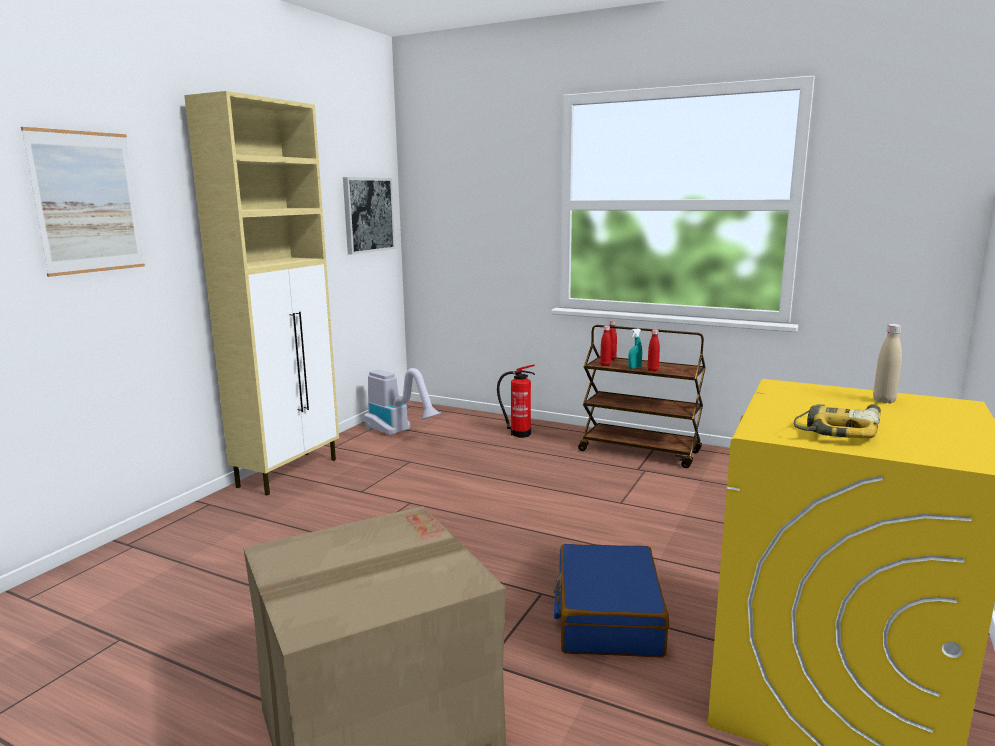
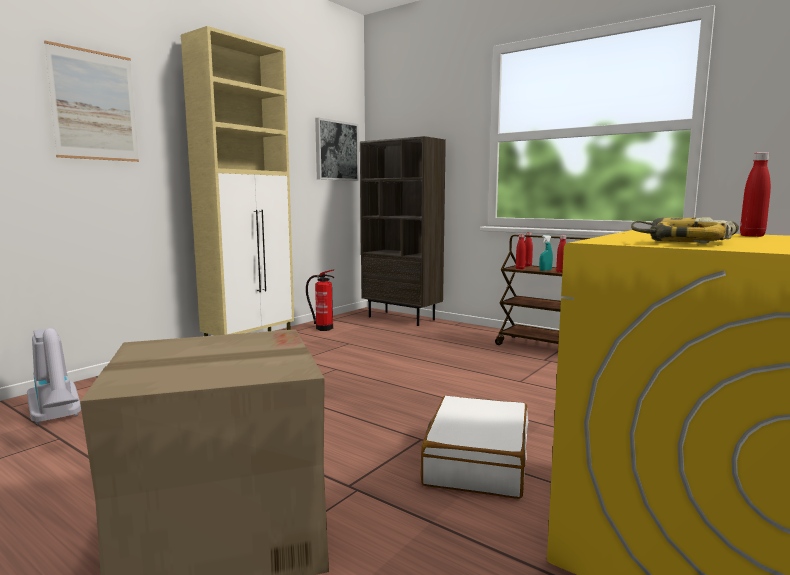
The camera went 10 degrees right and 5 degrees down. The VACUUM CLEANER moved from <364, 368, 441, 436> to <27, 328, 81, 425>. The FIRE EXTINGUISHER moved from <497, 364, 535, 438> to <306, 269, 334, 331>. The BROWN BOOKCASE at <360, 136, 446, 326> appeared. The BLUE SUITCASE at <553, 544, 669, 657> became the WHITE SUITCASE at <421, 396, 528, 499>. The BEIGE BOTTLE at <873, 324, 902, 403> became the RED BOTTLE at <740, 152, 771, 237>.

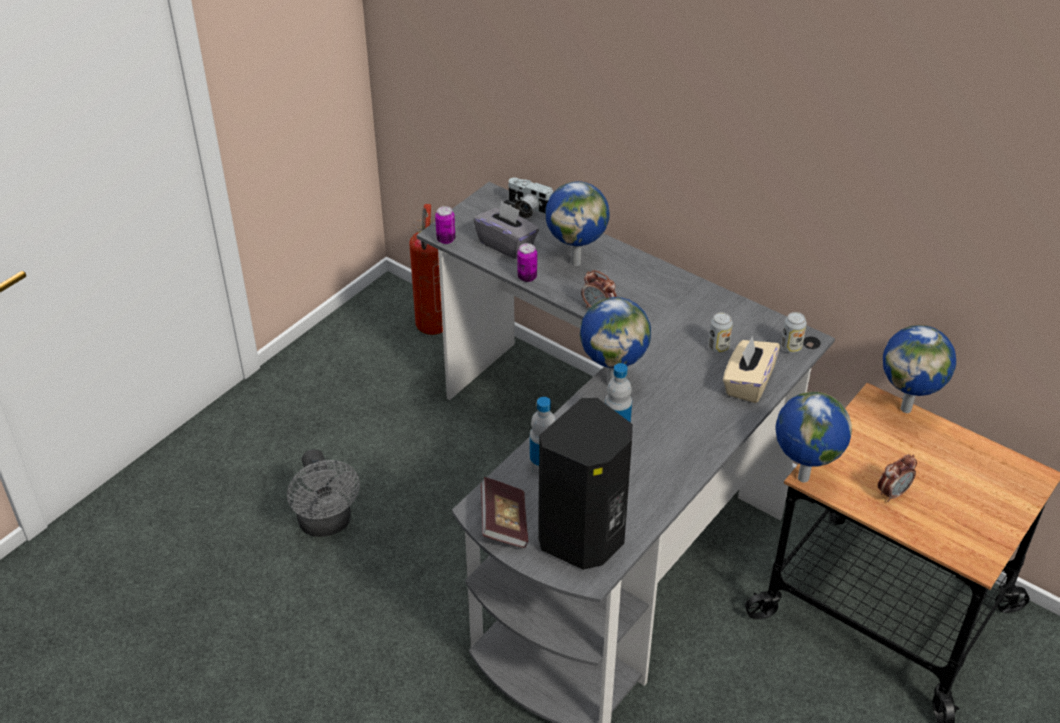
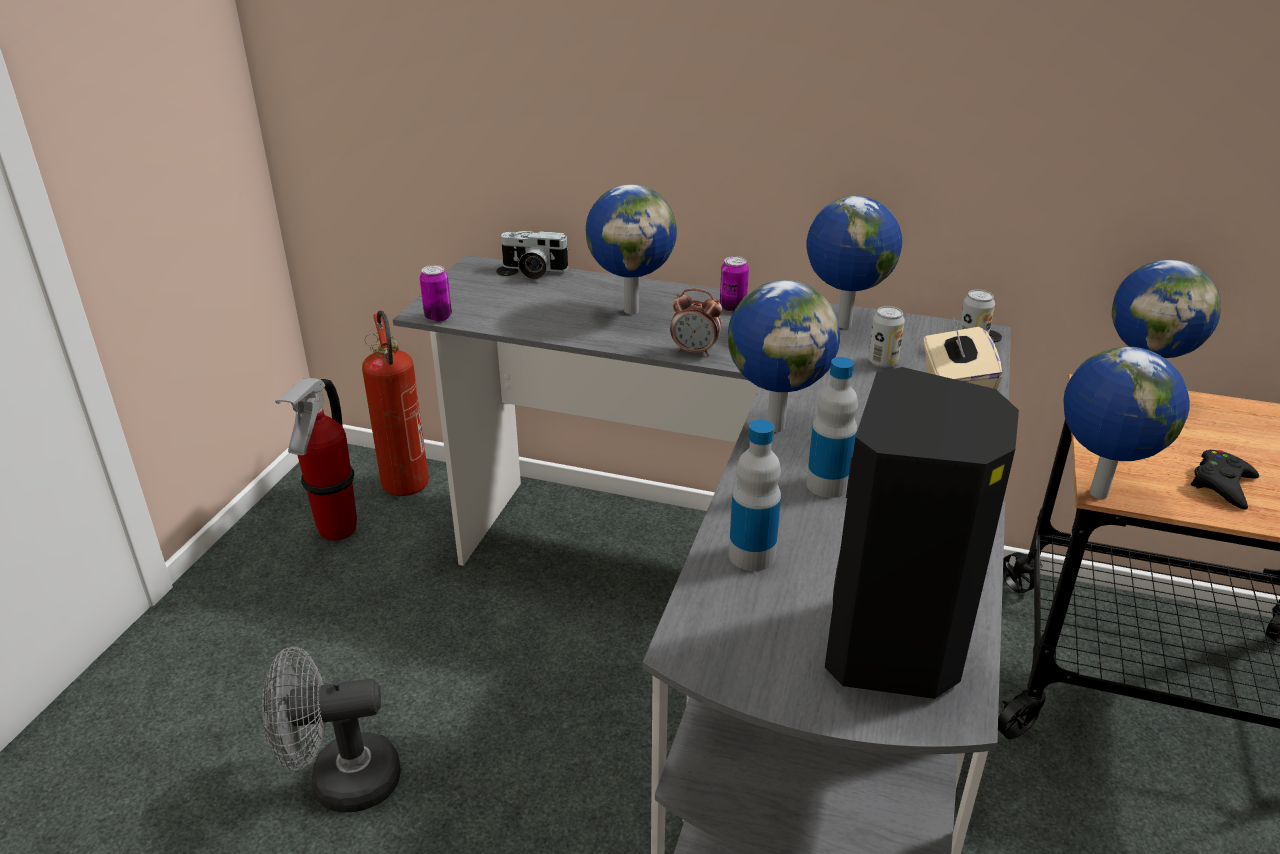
The camera went 20 degrees left and 10 degrees down. The GREY FAN at <287, 449, 360, 537> turned 120 degrees clockwise. The FIRE EXTINGUISHER at <275, 378, 357, 541> appeared. The CAN moved from <517, 243, 537, 282> to <720, 256, 749, 312>. The GLOBE at <807, 196, 902, 329> appeared. The ALARM CLOCK at <878, 454, 917, 502> was replaced by the BLACK GAME CONTROLLER at <1191, 450, 1259, 509>. The GREY TISSUE BOX at <473, 201, 539, 259> disappeared. The BOOK at <481, 477, 528, 548> disappeared.

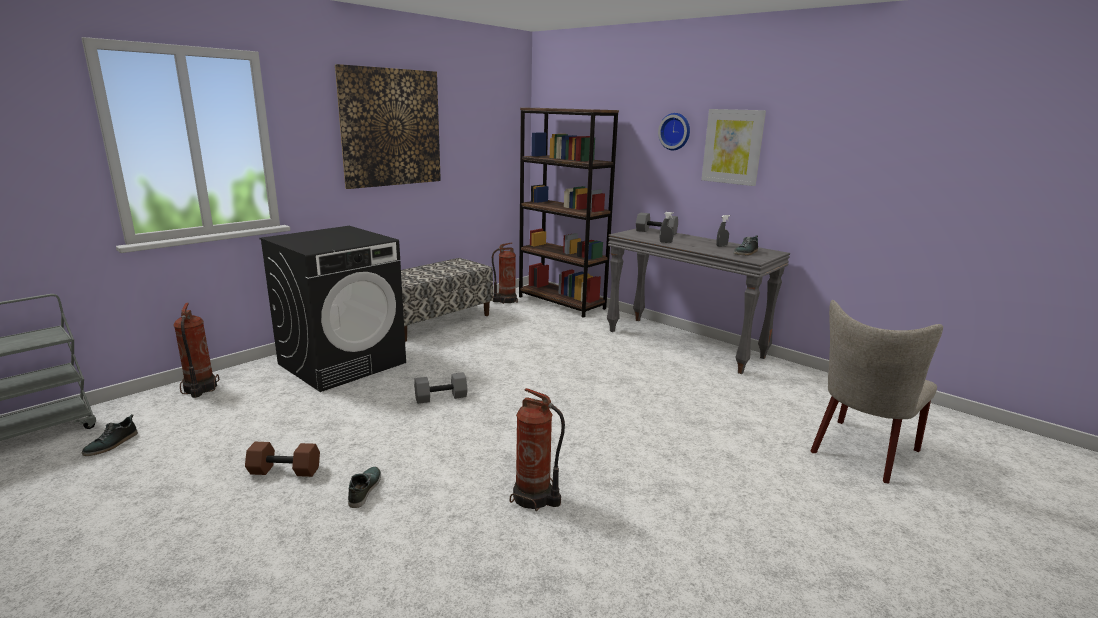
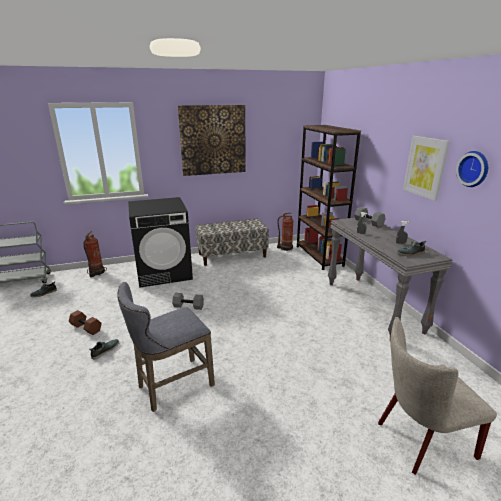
The camera went 30 degrees right and 5 degrees up. The FIRE EXTINGUISHER at <510, 388, 565, 511> was replaced by the GREY STOOL at <117, 282, 215, 412>. The WALL CLOCK moved from <658, 113, 690, 150> to <456, 151, 488, 187>.

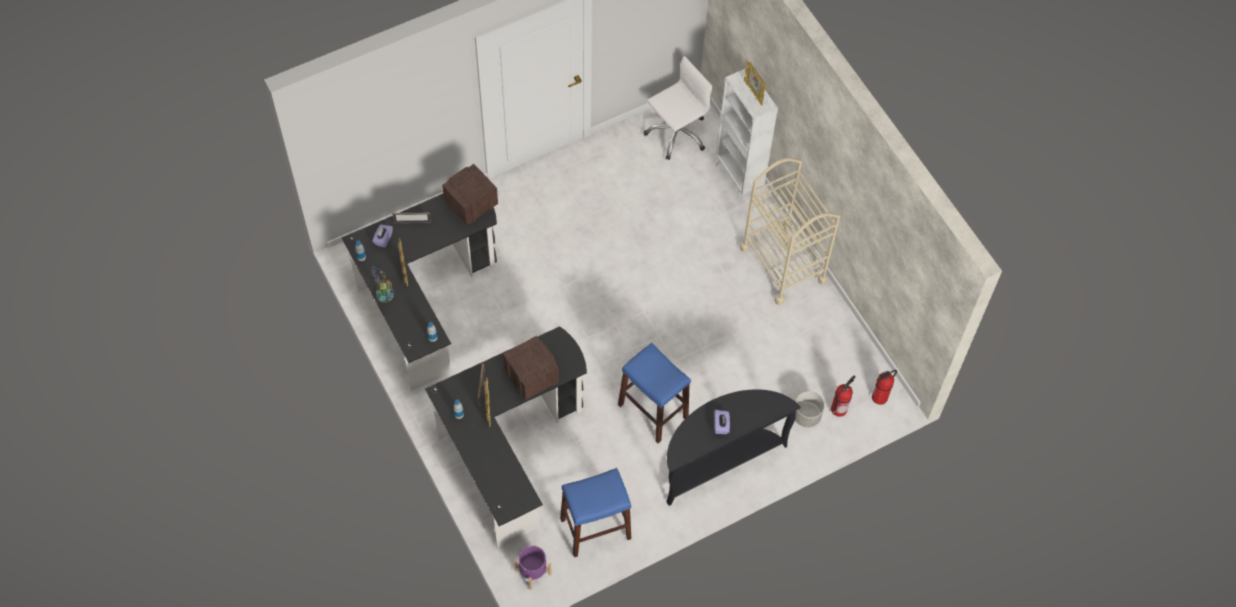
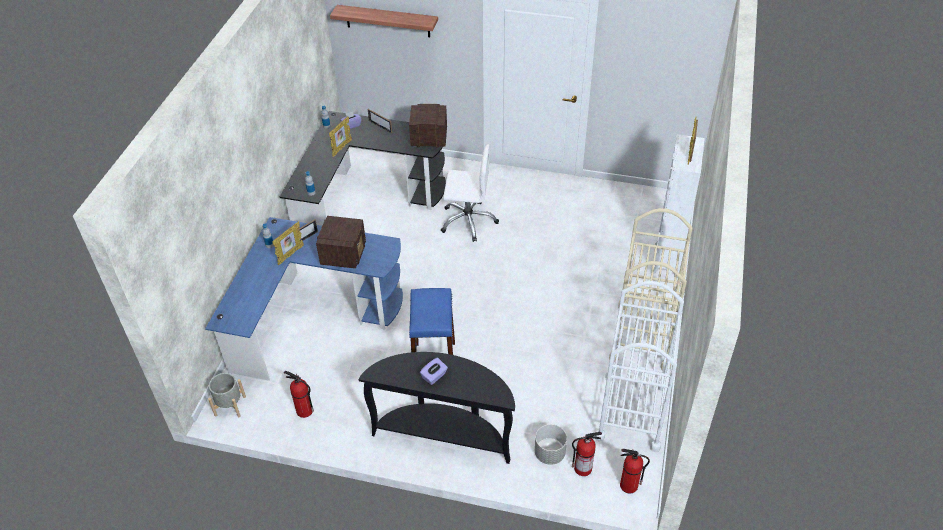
The camera went 45 degrees right and 15 degrees down. The BLACK DESK at <425, 326, 587, 548> became the BLUE DESK at <205, 217, 403, 381>. The PURPLE PLANTER at <514, 545, 552, 590> became the GREY PLANTER at <208, 373, 246, 417>. The BLUE STOOL at <560, 468, 631, 557> was replaced by the FIRE EXTINGUISHER at <284, 371, 314, 418>. The SHELF at <330, 5, 438, 37> appeared. The WHITE OFFICE CHAIR moved from <644, 56, 713, 160> to <441, 144, 499, 242>. The WHITE CART at <595, 281, 684, 452> appeared. The TABLE LAMP at <370, 262, 394, 303> disappeared.

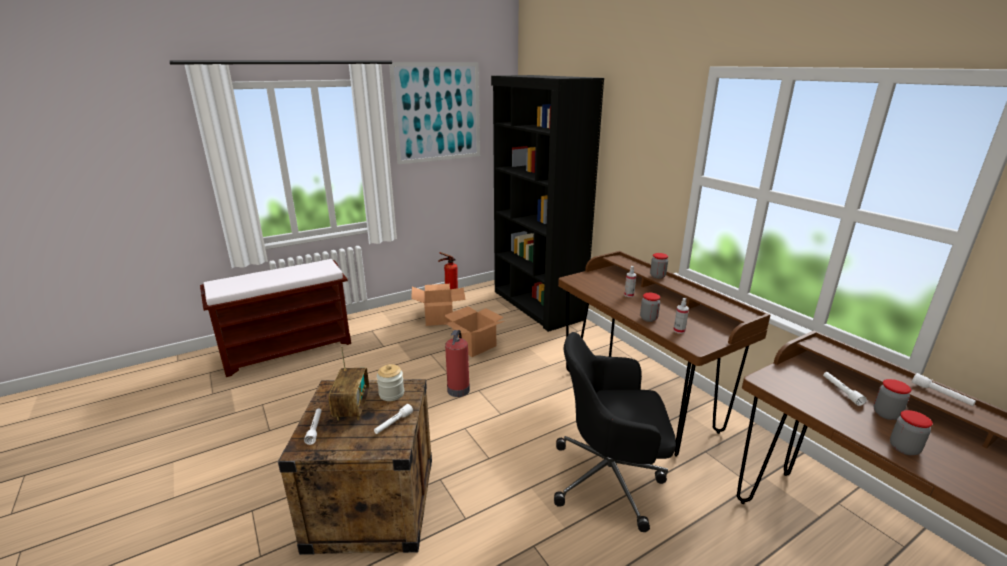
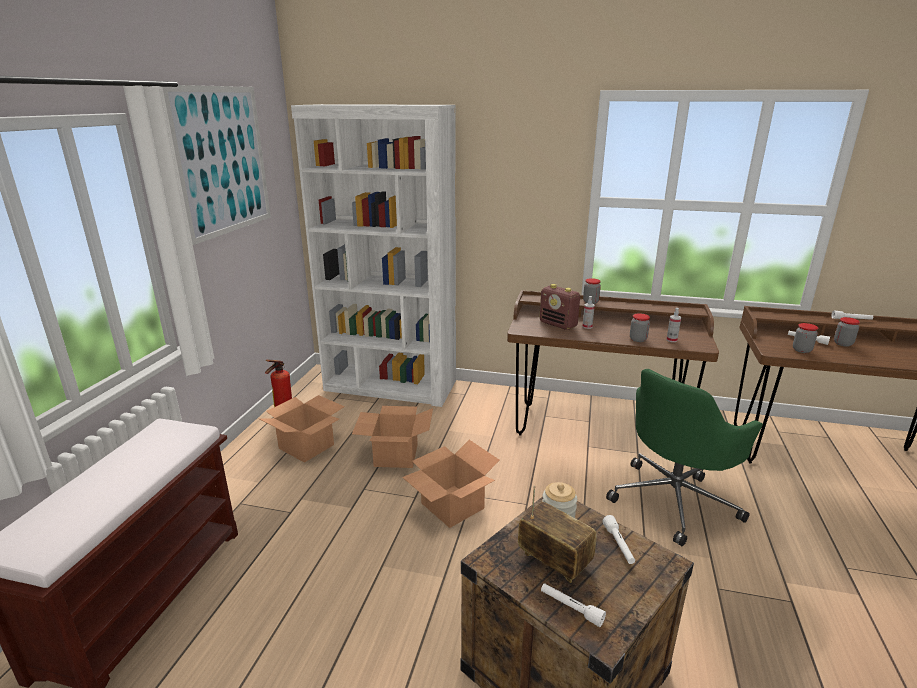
The camera went 45 degrees left and 0 degrees up. The BLACK BOOKCASE at <491, 75, 604, 332> became the WHITE BOOKCASE at <291, 104, 456, 407>. The FIRE EXTINGUISHER at <445, 330, 470, 397> was replaced by the CARDBOARD BOX at <402, 440, 500, 528>. The RADIO at <540, 284, 580, 330> appeared. The BLACK OFFICE CHAIR at <554, 332, 676, 532> became the GREEN OFFICE CHAIR at <606, 369, 763, 546>. The JAR moved from <890, 410, 933, 455> to <793, 323, 818, 353>.

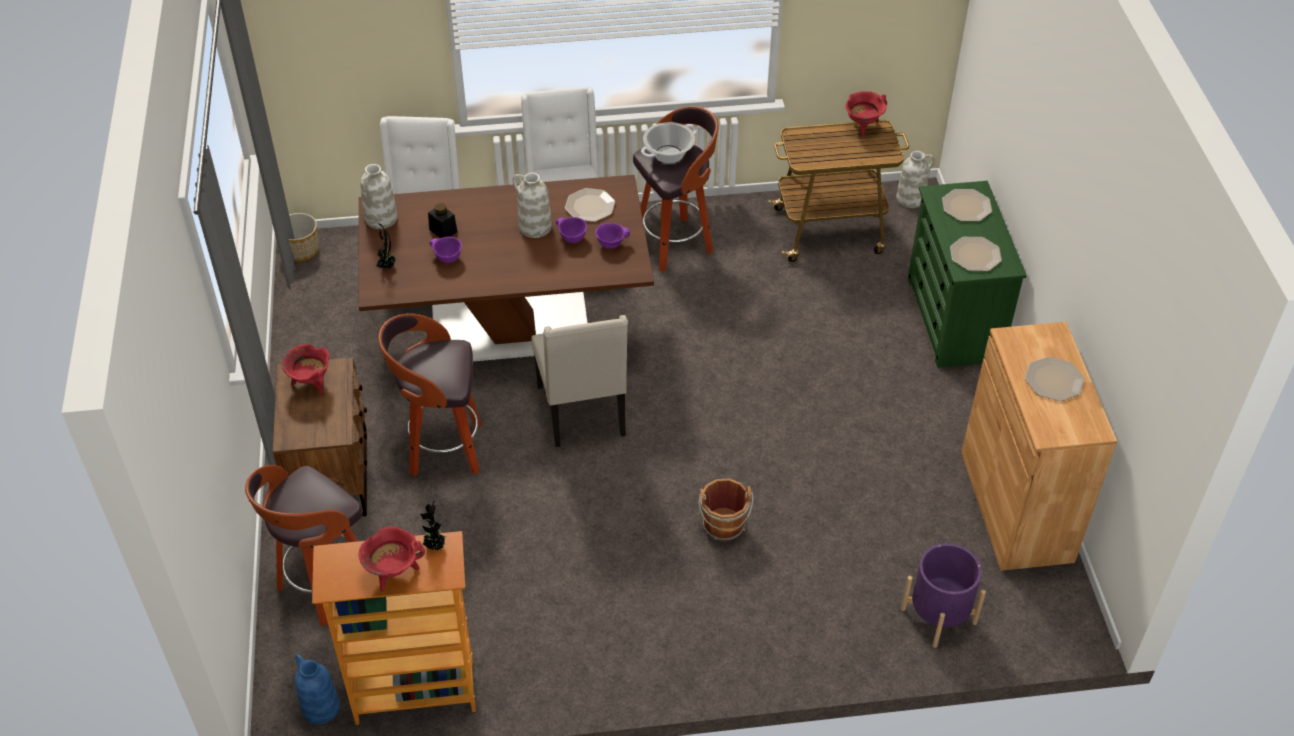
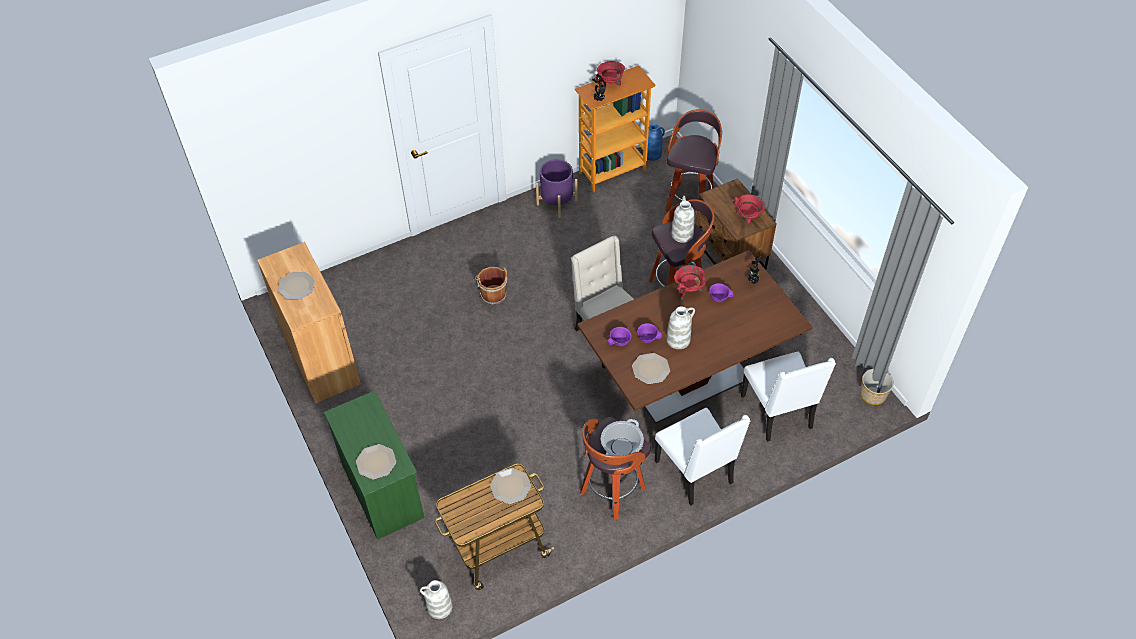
The camera went 160 degrees right and 5 degrees up. The PLATE moved from <950, 237, 1002, 271> to <490, 468, 531, 504>. The PURPLE PLANTER moved from <901, 543, 986, 648> to <536, 159, 578, 218>. The WHITE VASE moved from <360, 164, 398, 229> to <671, 196, 695, 243>. The RED COOKING POT moved from <845, 91, 887, 137> to <674, 265, 706, 299>. The BLACK JAR at <428, 203, 458, 238> disappeared.

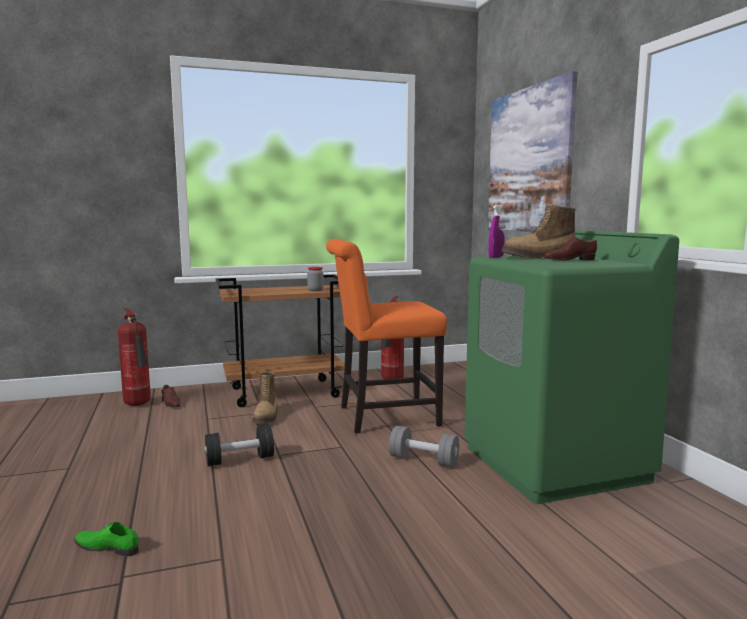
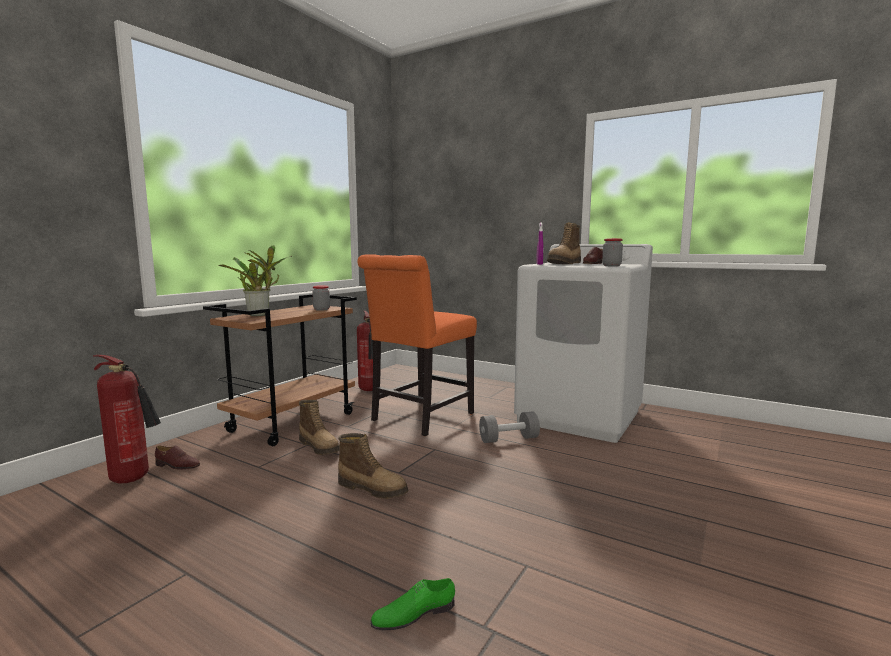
The camera went 40 degrees left and 0 degrees up. The POTTED PLANT at <219, 245, 292, 316> appeared. The BLACK DUMBBELL at <204, 426, 274, 466> was replaced by the BOOT at <338, 433, 409, 498>. The GREEN WASHING MACHINE at <465, 230, 679, 504> became the WHITE WASHING MACHINE at <514, 244, 653, 443>. The JAR at <602, 238, 623, 266> appeared. The PICTURE at <488, 71, 578, 232> disappeared.

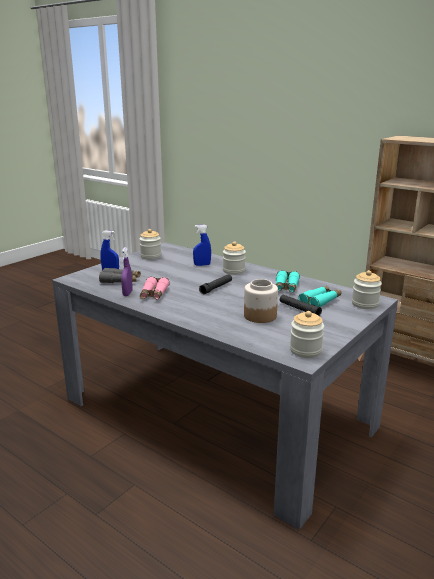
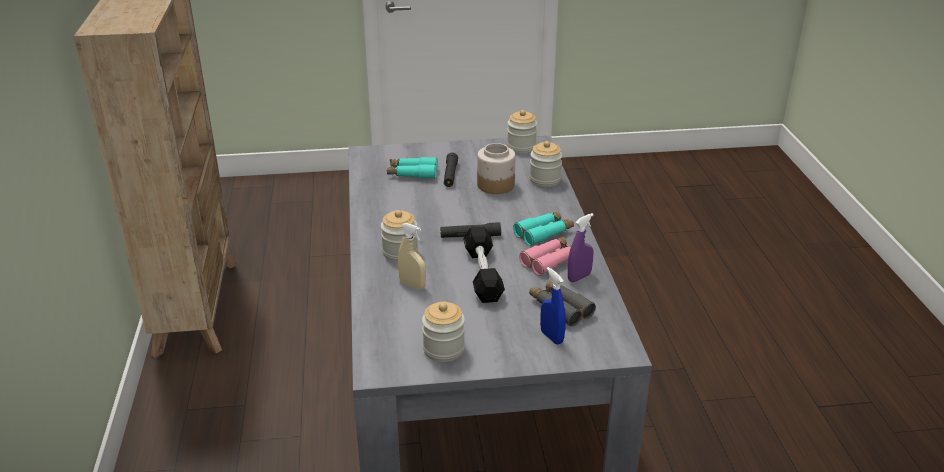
The camera went 135 degrees left and 10 degrees up. The BLUE SPRAY BOTTLE at <193, 225, 211, 266> became the BEIGE SPRAY BOTTLE at <398, 223, 426, 290>. The BLACK DUMBBELL at <463, 226, 505, 303> appeared. The TURQUOISE BINOCULARS moved from <276, 270, 300, 292> to <513, 211, 574, 246>. The JAR moved from <352, 270, 382, 309> to <530, 141, 563, 187>.

